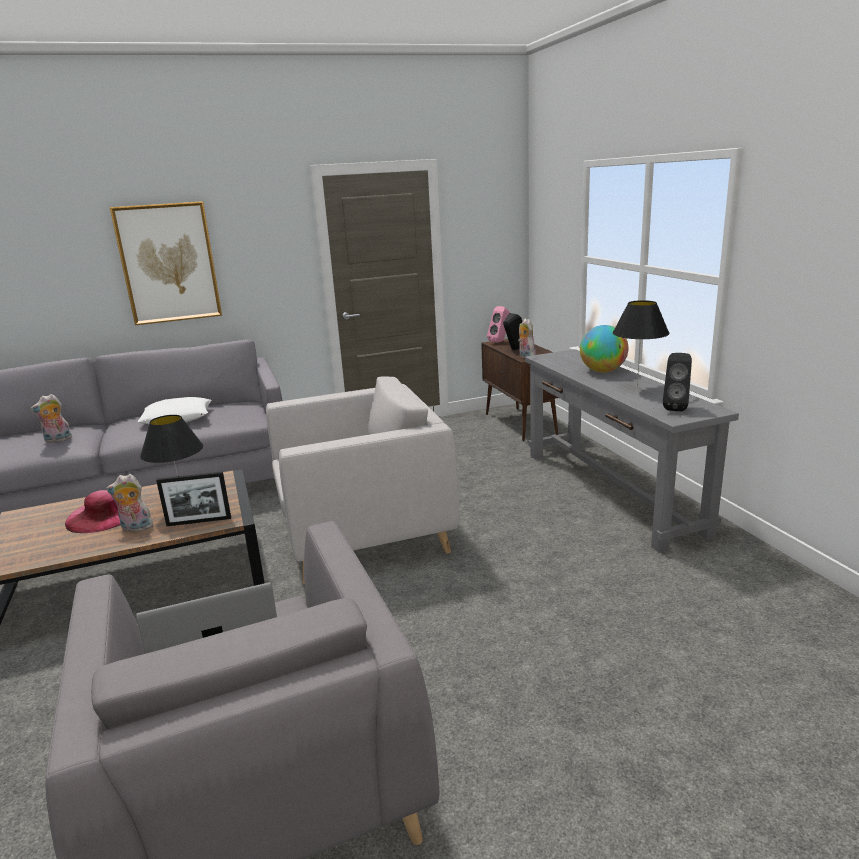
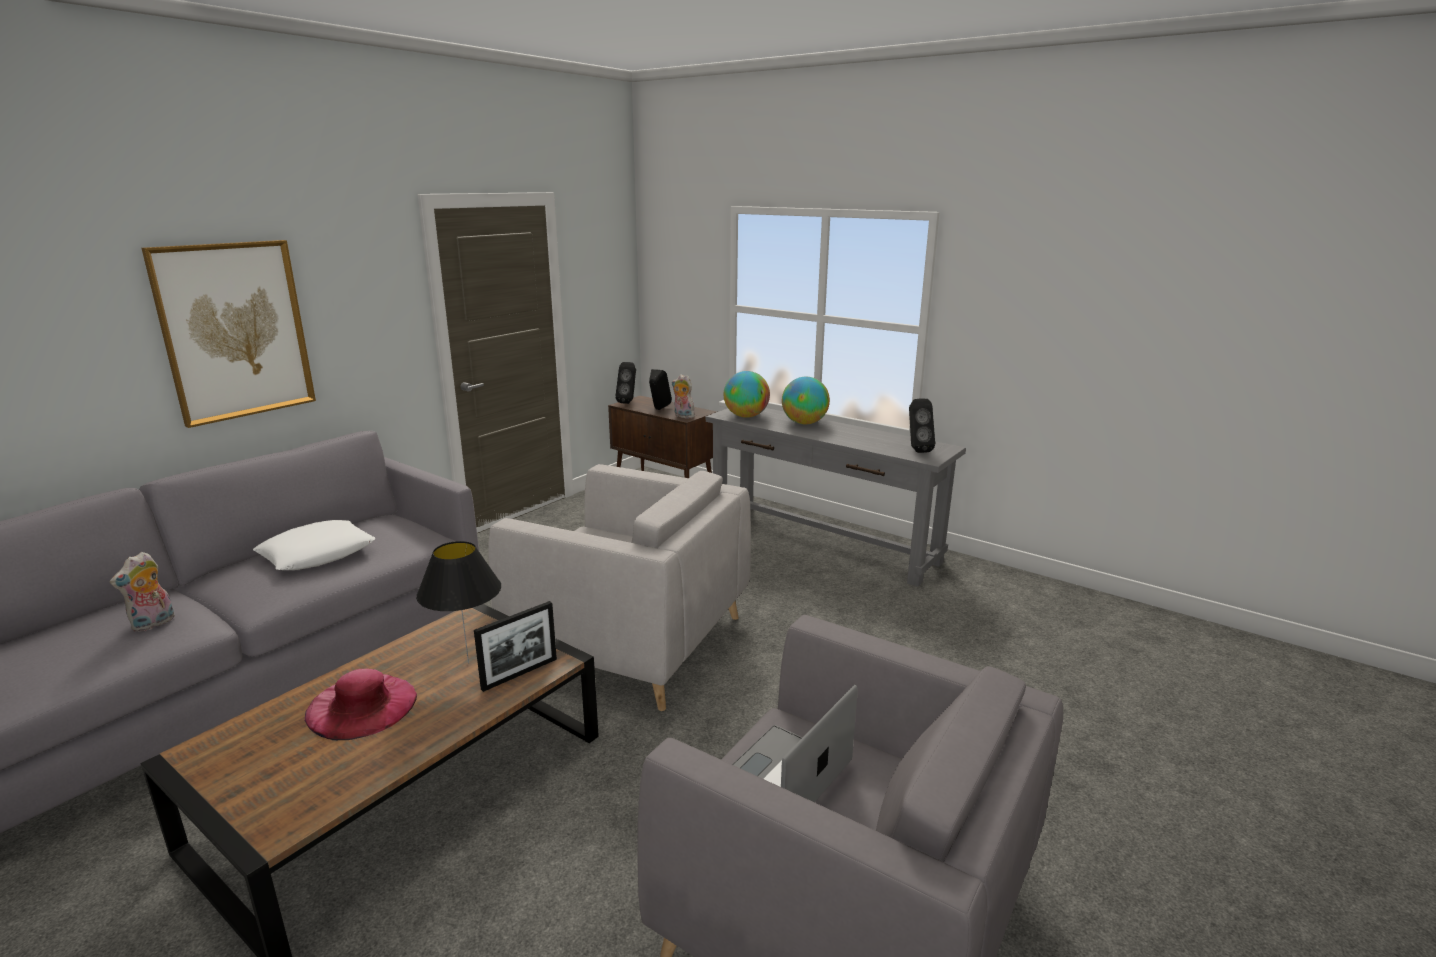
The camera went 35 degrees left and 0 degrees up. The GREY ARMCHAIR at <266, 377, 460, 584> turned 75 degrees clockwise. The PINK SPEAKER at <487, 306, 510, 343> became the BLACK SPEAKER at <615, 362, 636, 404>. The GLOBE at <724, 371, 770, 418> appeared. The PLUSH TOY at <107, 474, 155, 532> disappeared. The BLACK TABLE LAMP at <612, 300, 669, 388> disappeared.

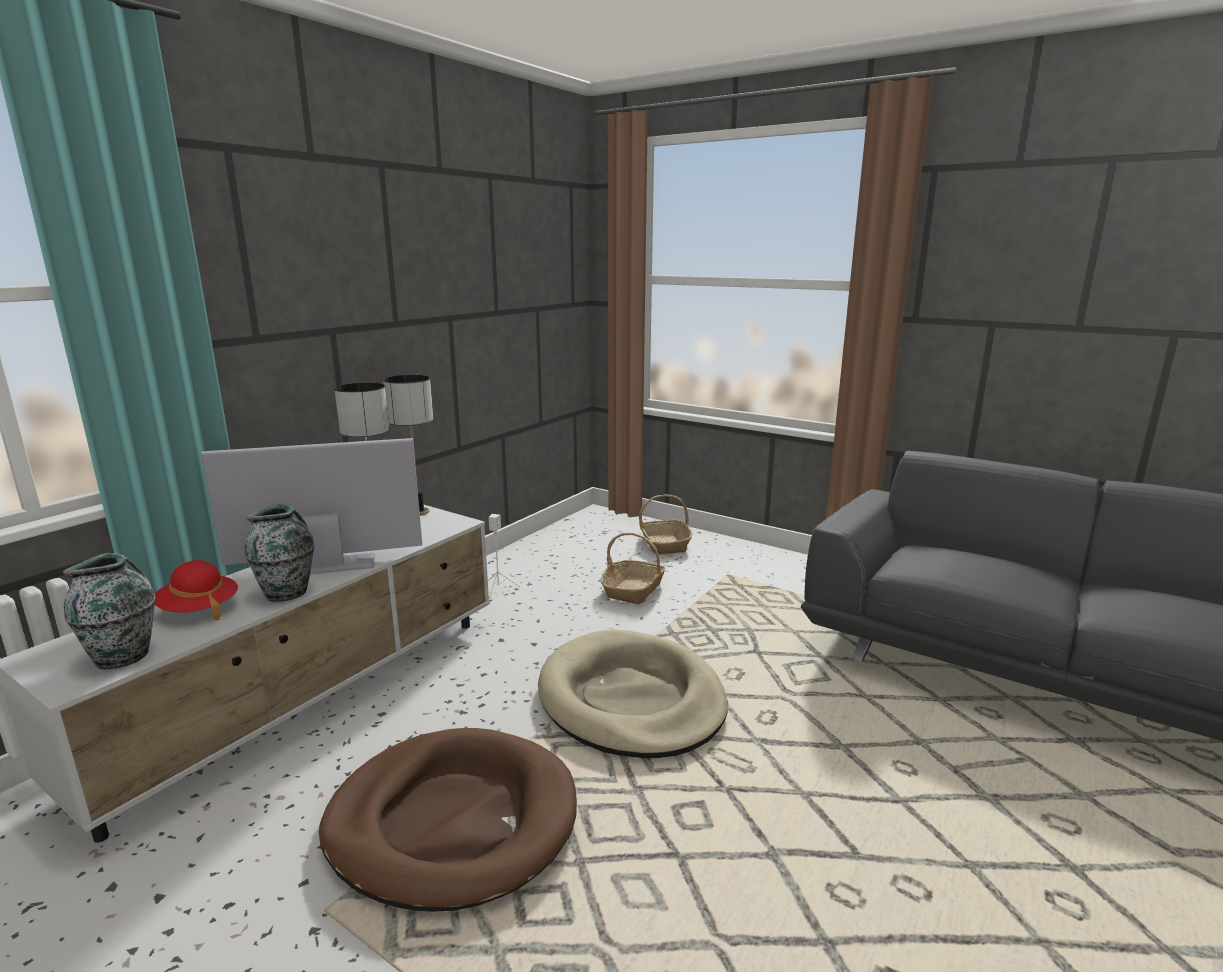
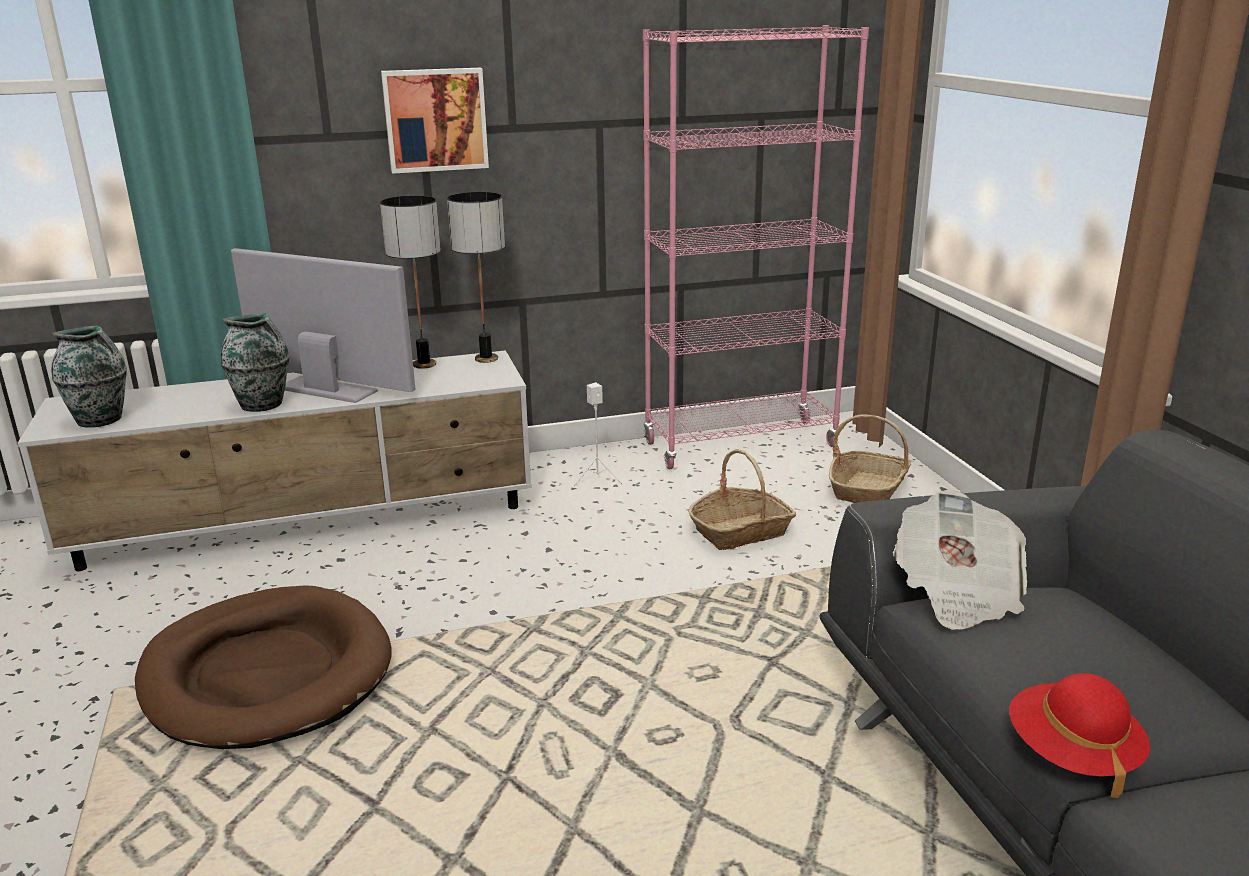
The camera went 40 degrees right and 5 degrees up. The PICTURE at <381, 68, 489, 174> appeared. The PINK BOOKCASE at <643, 25, 869, 469> appeared. The NEWSPAPER at <893, 491, 1027, 630> appeared. The RED HAT moved from <155, 560, 238, 620> to <1009, 673, 1150, 798>. The BEIGE DOG BED at <538, 629, 728, 758> disappeared.

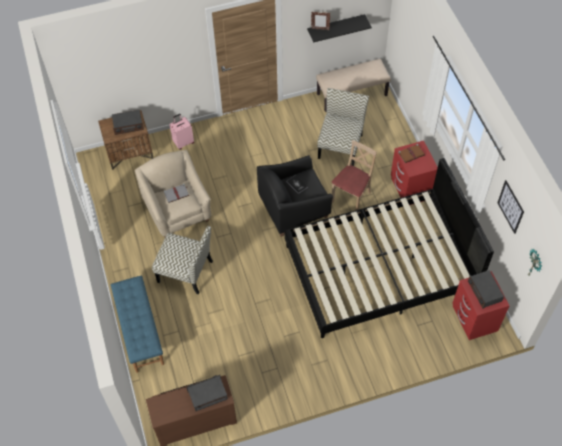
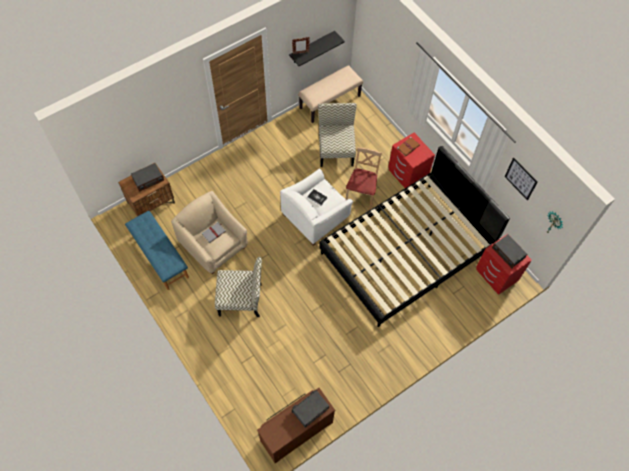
The camera went 20 degrees left and 5 degrees up. The BLUE BENCH moved from <111, 276, 164, 373> to <125, 211, 189, 290>. The BLACK ARMCHAIR at <257, 155, 333, 237> became the WHITE ARMCHAIR at <280, 169, 353, 246>. The PINK SUITCASE at <170, 114, 194, 150> disappeared.

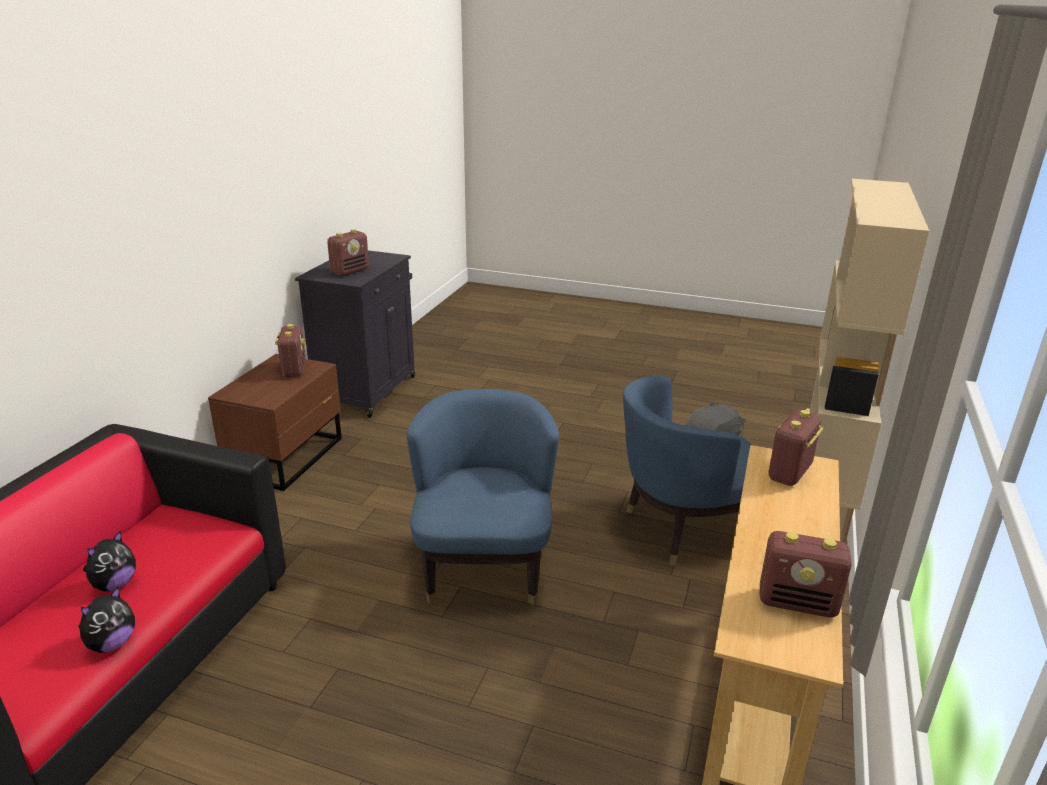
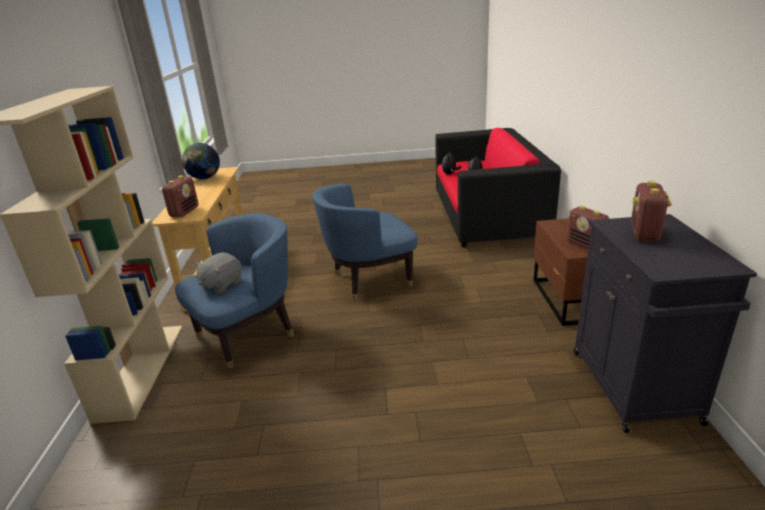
The camera went 160 degrees right and 0 degrees up. The RADIO at <760, 531, 852, 618> was replaced by the GLOBE at <182, 143, 220, 180>. The BLUE ARMCHAIR at <407, 389, 559, 605> turned 90 degrees clockwise.

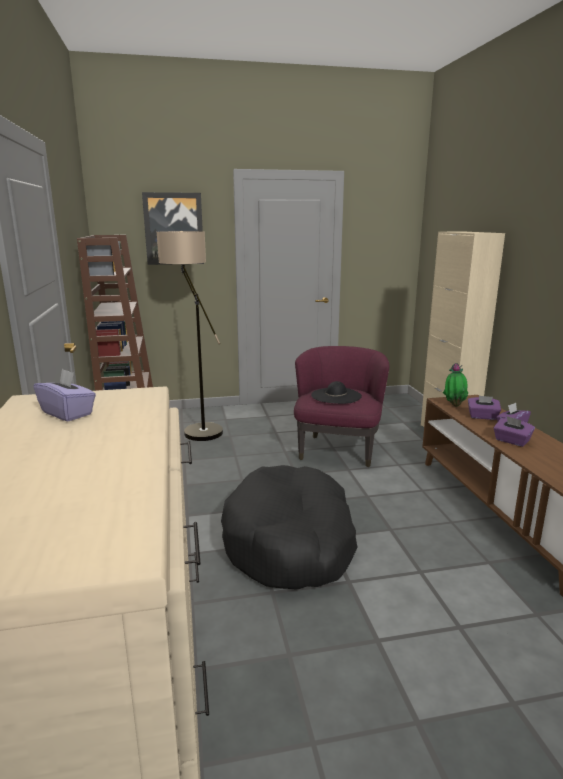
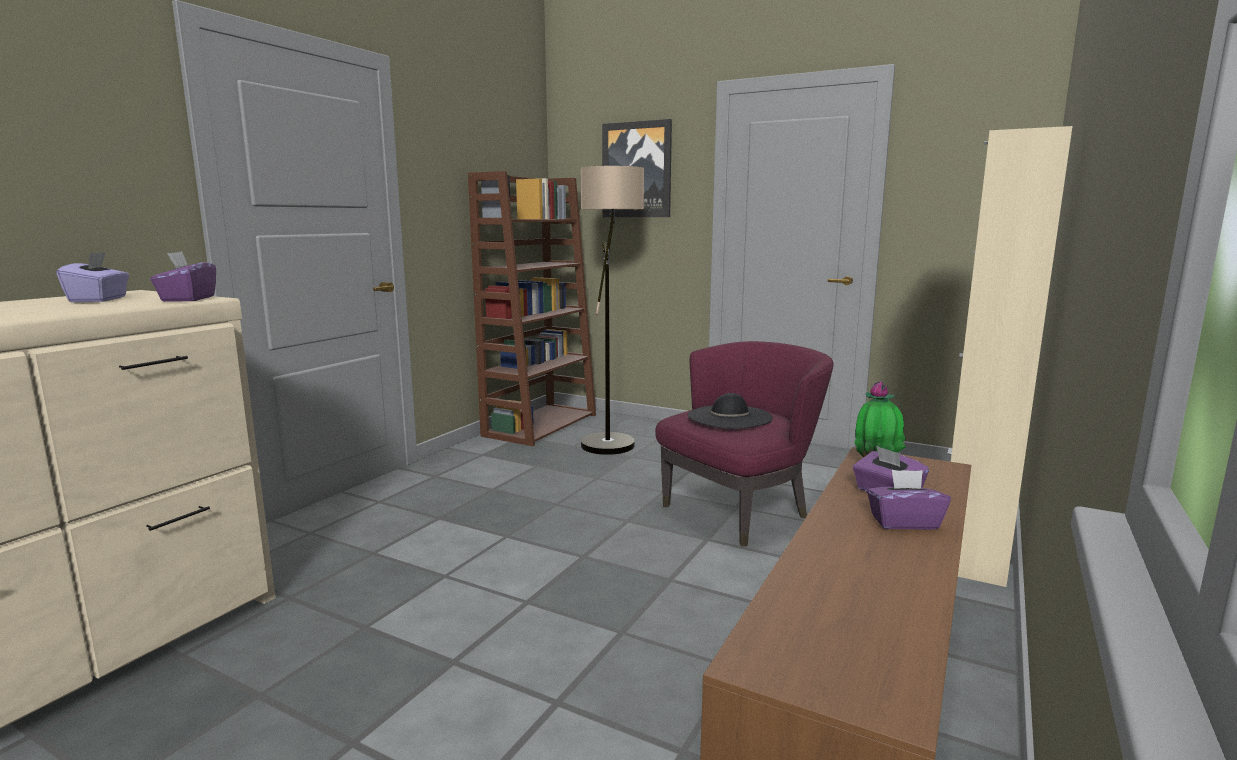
The camera went 40 degrees right and 5 degrees down. The PURPLE TISSUE BOX moved from <494, 416, 535, 447> to <150, 251, 216, 302>. The BLACK DOG BED at <221, 465, 358, 589> disappeared.

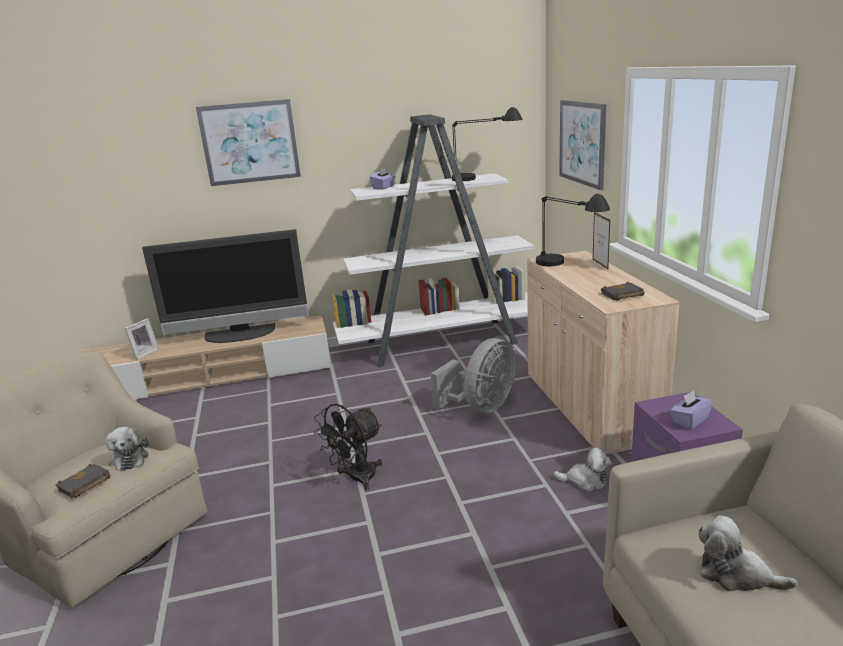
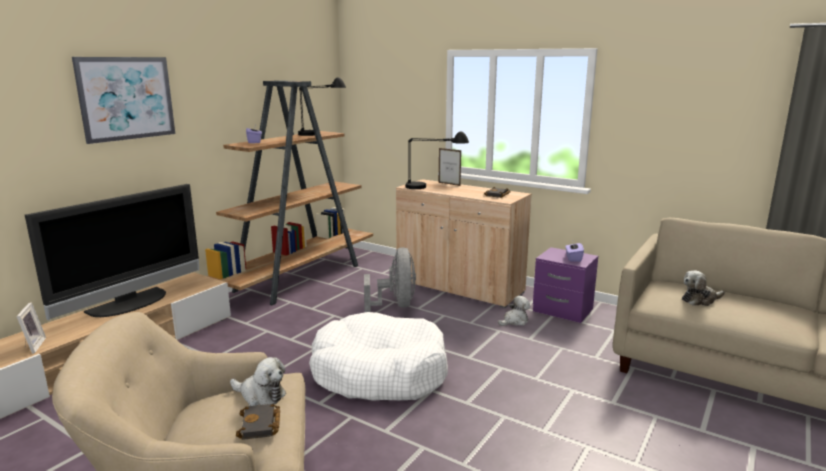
The camera went 45 degrees left and 5 degrees down. The WHITE BOOKCASE at <332, 115, 535, 367> became the BROWN BOOKCASE at <205, 80, 373, 305>. The BLACK FAN at <314, 404, 382, 490> was replaced by the WHITE DOG BED at <309, 312, 448, 401>. The PICTURE at <559, 100, 606, 190> disappeared.

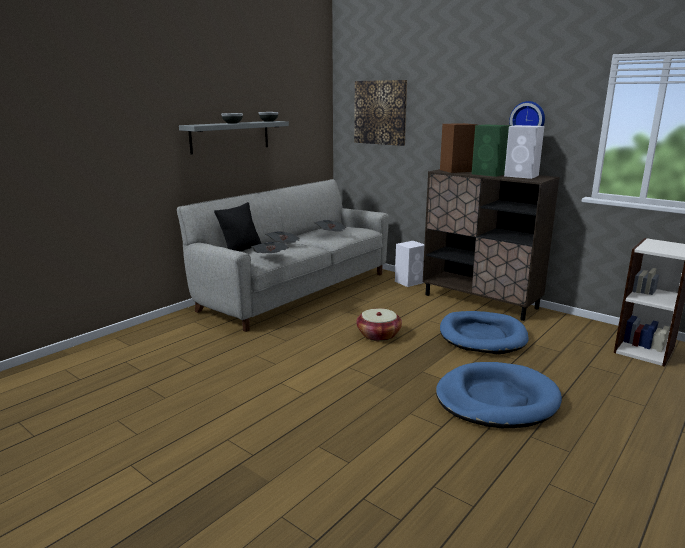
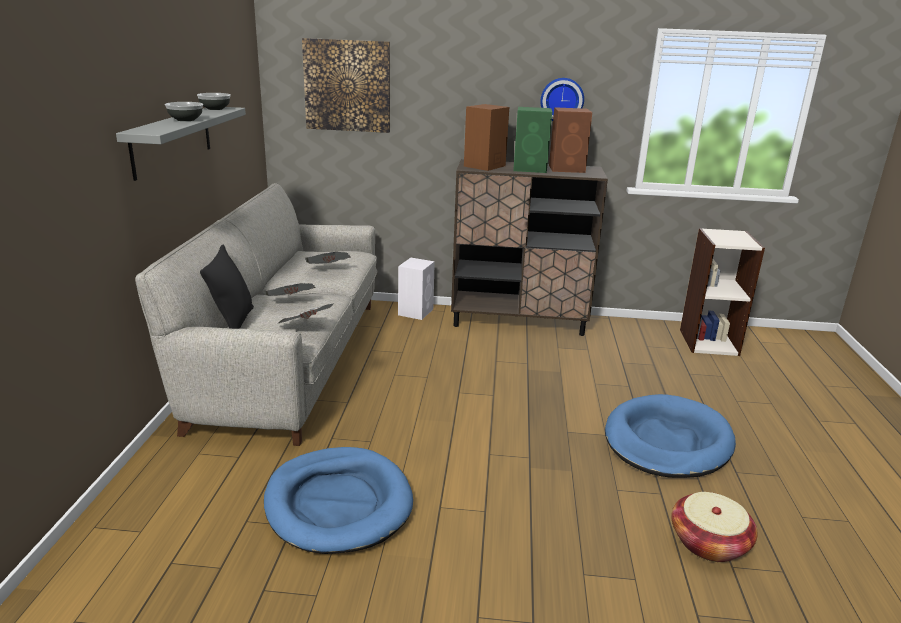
The camera went 35 degrees left and 5 degrees up. The BLUE DOG BED moved from <440, 311, 528, 354> to <264, 447, 413, 554>. The WHITE SPEAKER at <504, 125, 544, 179> became the BROWN SPEAKER at <549, 107, 592, 173>. The BASKET moved from <356, 308, 402, 341> to <671, 492, 758, 562>.

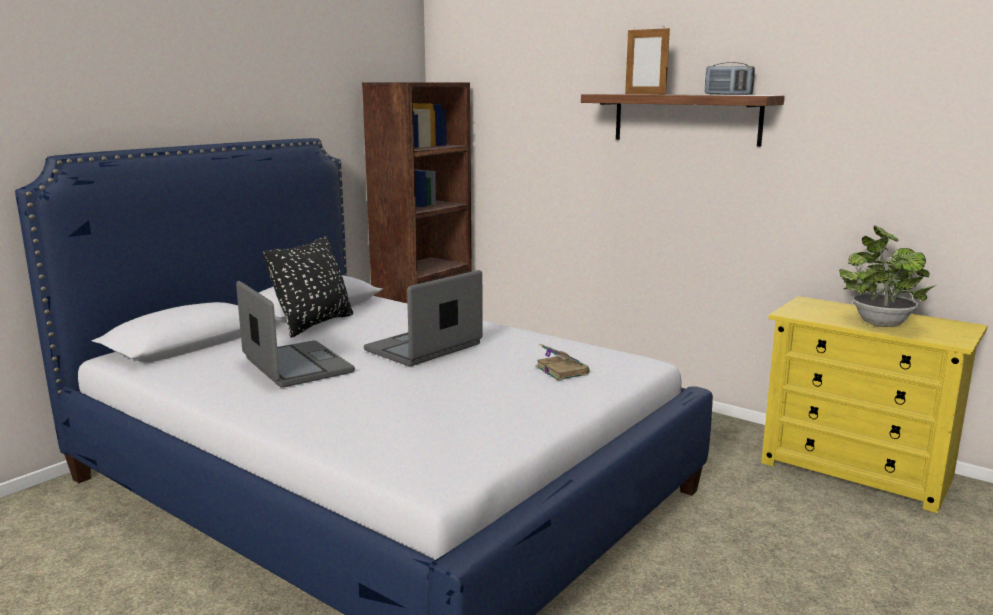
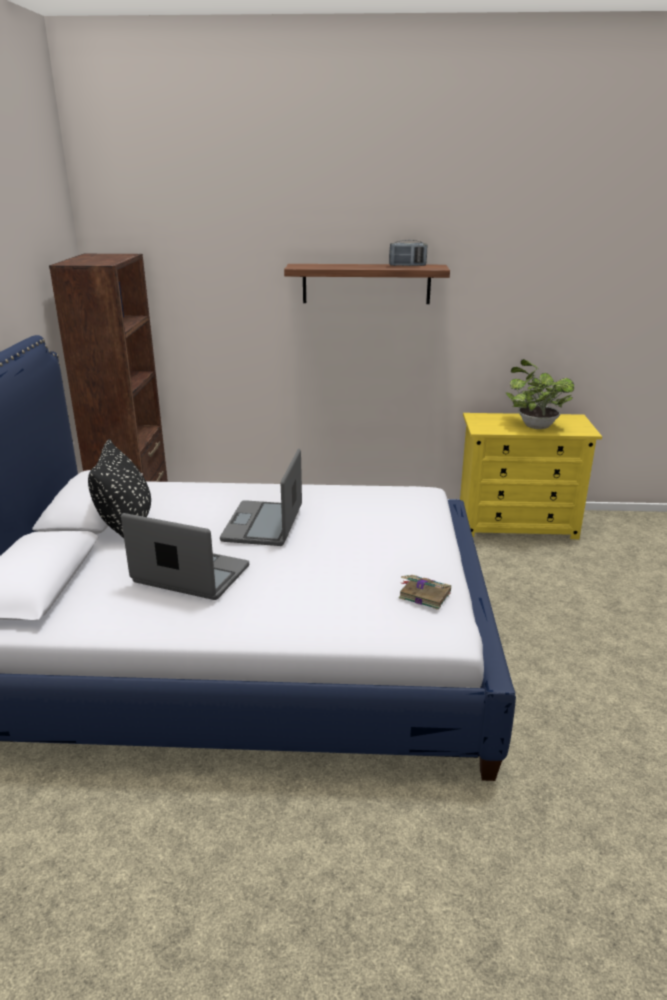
The camera went 35 degrees left and 10 degrees up. The BOOK moved from <535, 344, 590, 381> to <399, 575, 451, 610>. The PICTURE FRAME at <625, 26, 670, 95> disappeared.

